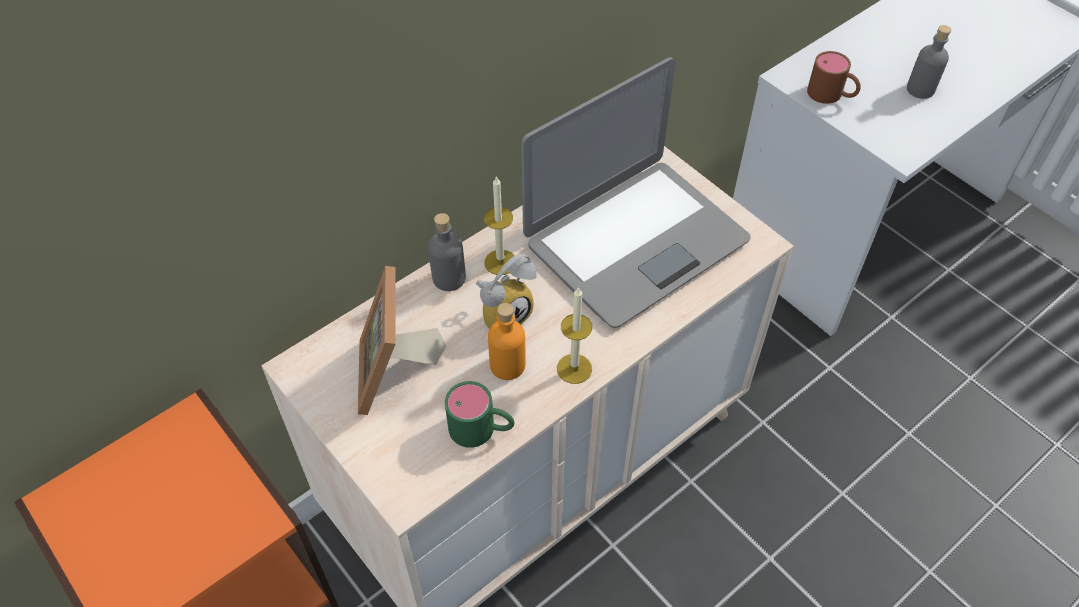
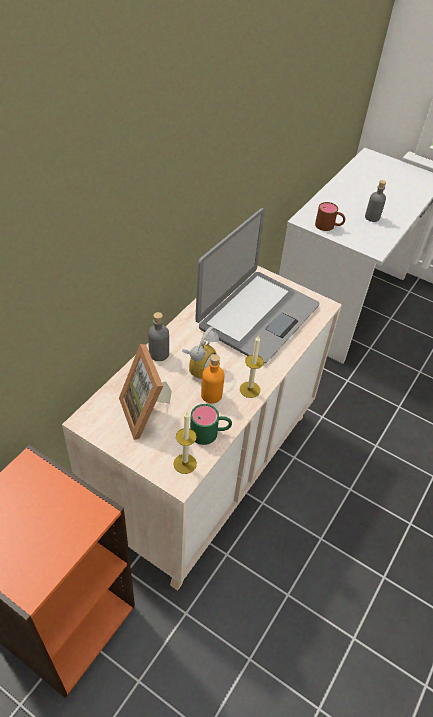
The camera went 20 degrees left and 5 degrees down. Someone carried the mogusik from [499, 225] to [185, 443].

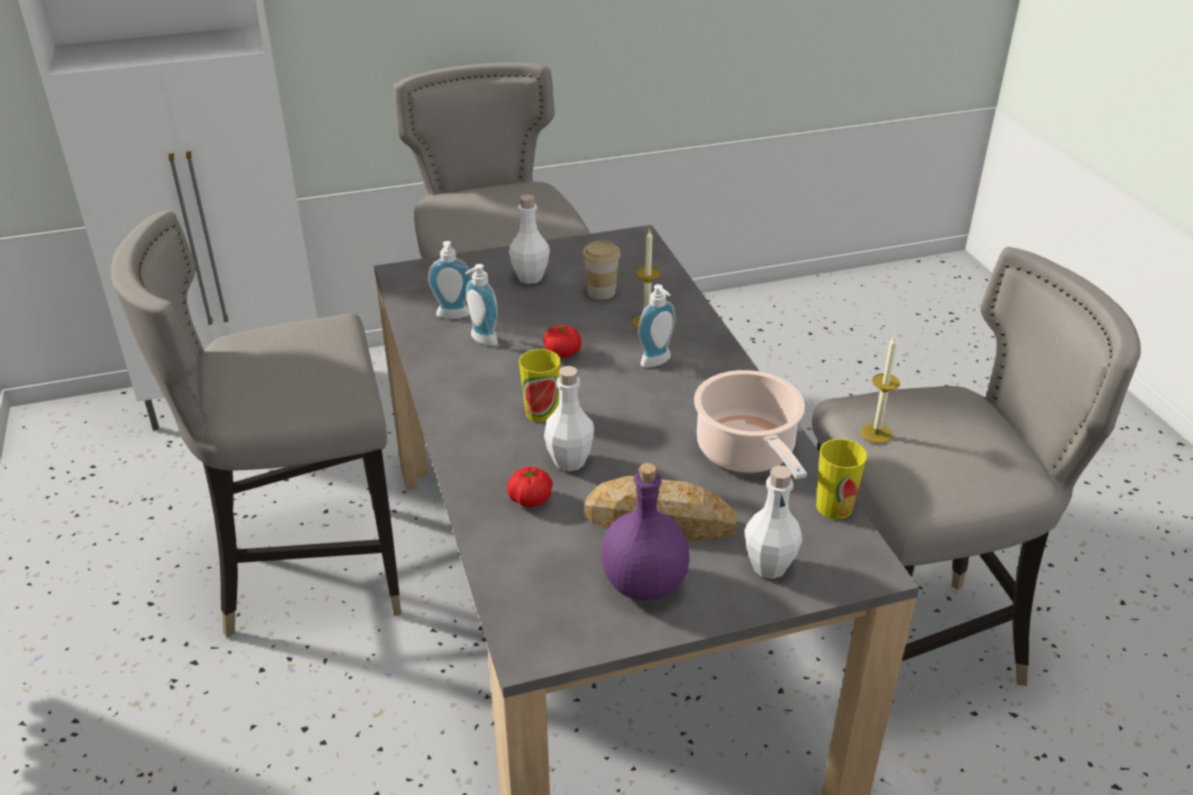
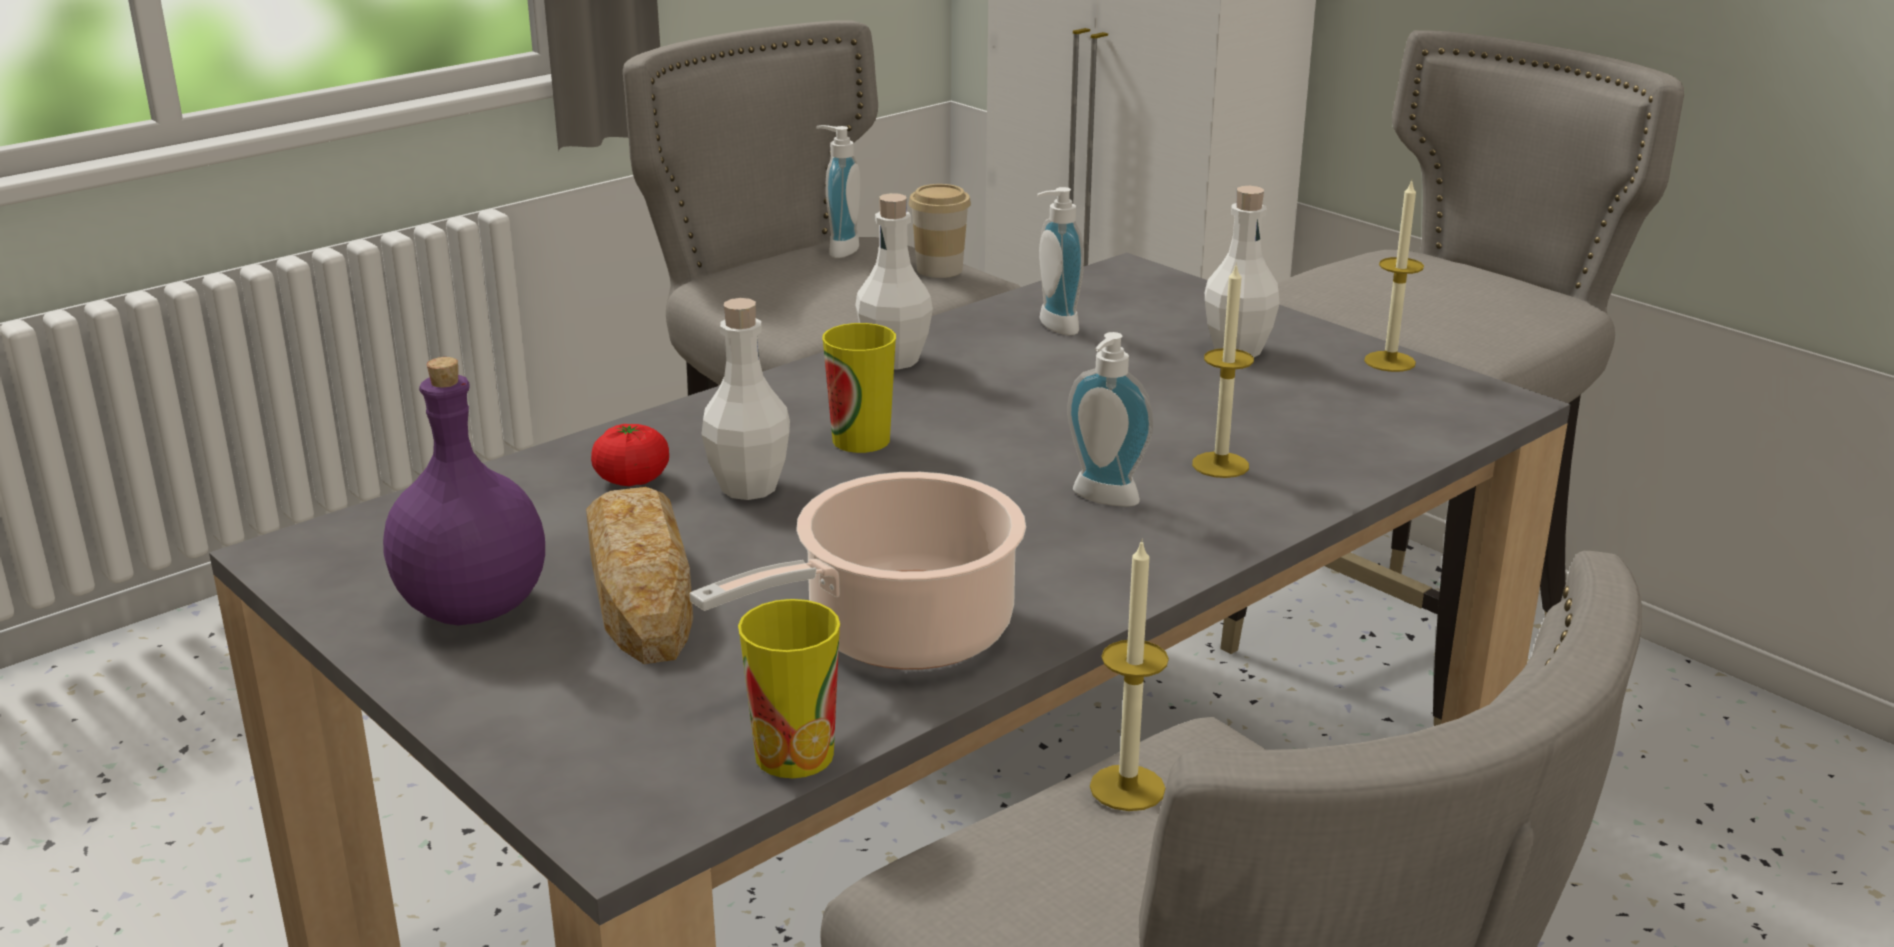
The camera went 65 degrees right and 10 degrees down. Someone carried the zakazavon from [481, 305] to [838, 191]. Someone took away the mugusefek at [562, 341]. Someone carried the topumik from [601, 270] to [940, 231]. Someone carried the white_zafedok from [773, 522] to [894, 281]. Someone put down the mogusik at [1394, 276].

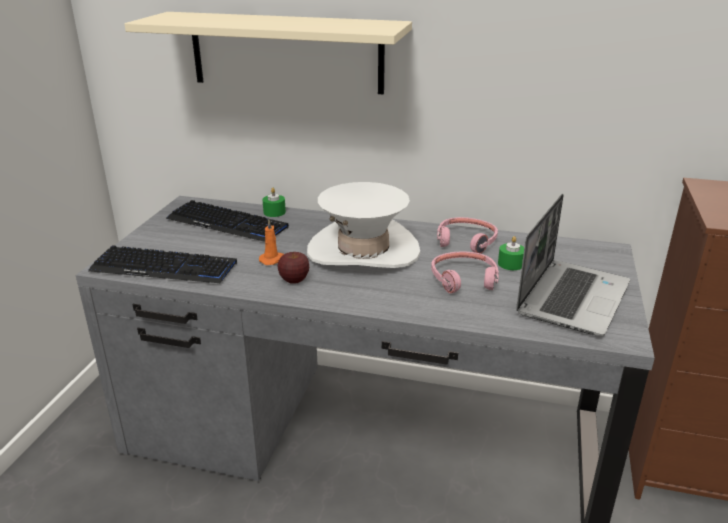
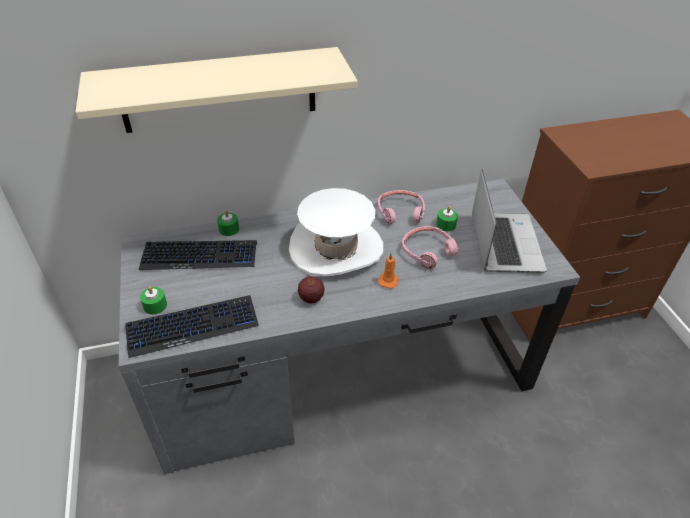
The camera went 30 degrees left and 15 degrees up. Someone carried the orange_mogusik from [271, 242] to [388, 271]. Someone put down the green_mogusik at [153, 300].

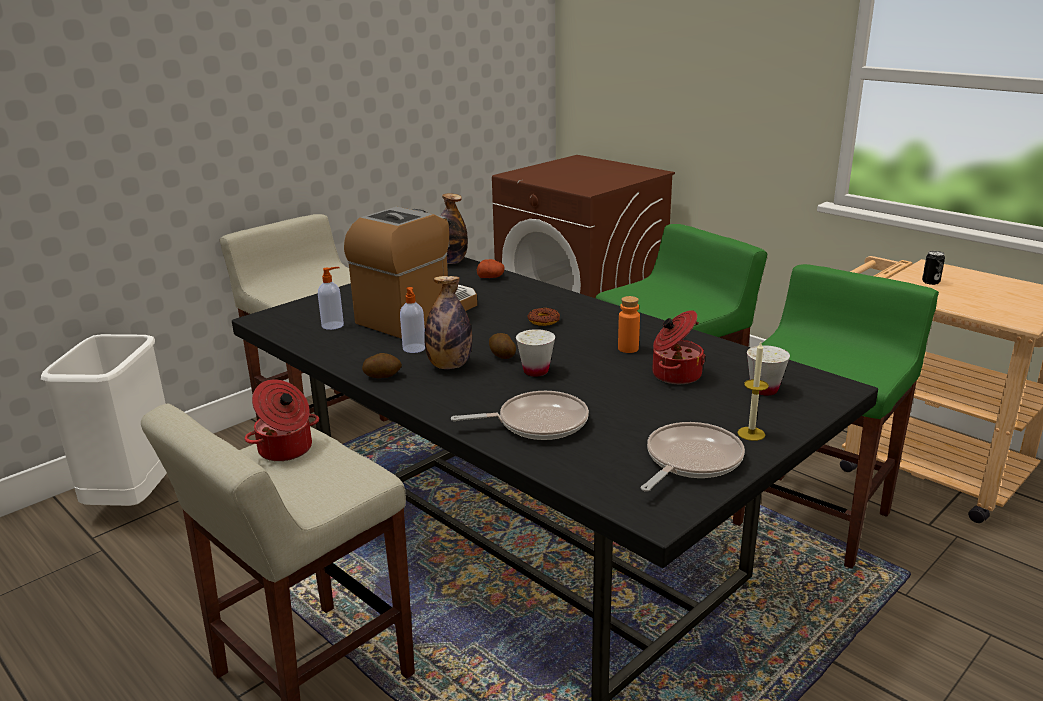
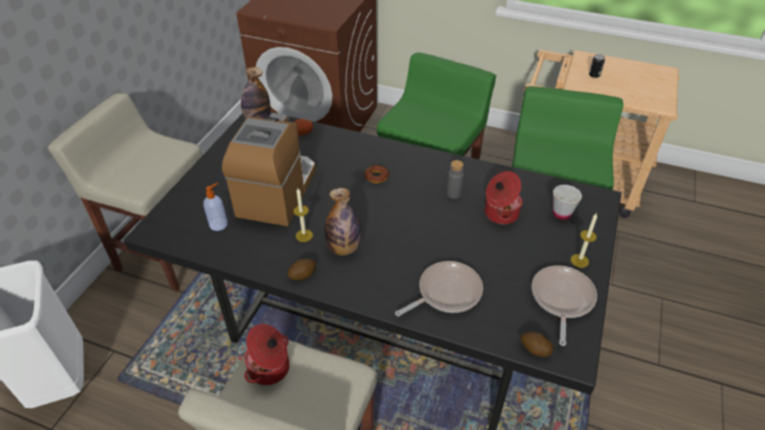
The camera went 25 degrees left and 20 degrees up. Someone swapped the zakazavon at [412, 320] for the mogusik at [303, 215]. Someone carried the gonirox from [502, 346] to [536, 344]. Someone took away the white_topumik at [535, 352]. Someone repainted the orange_zafedok at [629, 324], which became the grey_zafedok at [455, 179].

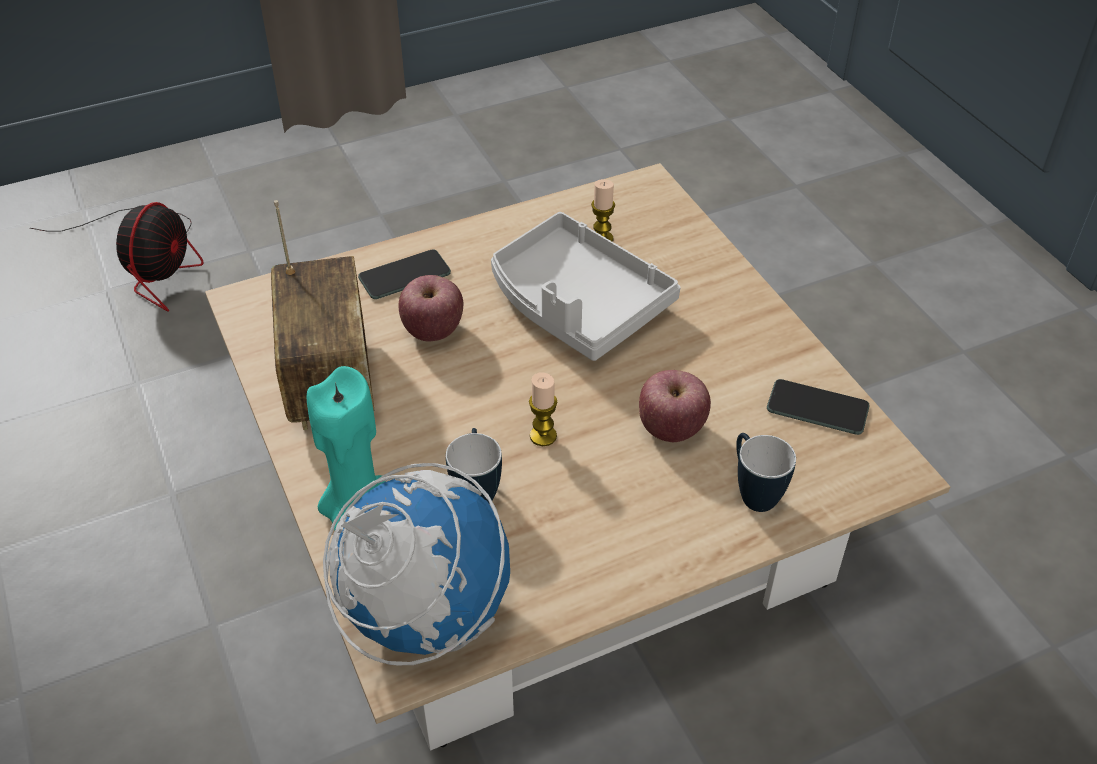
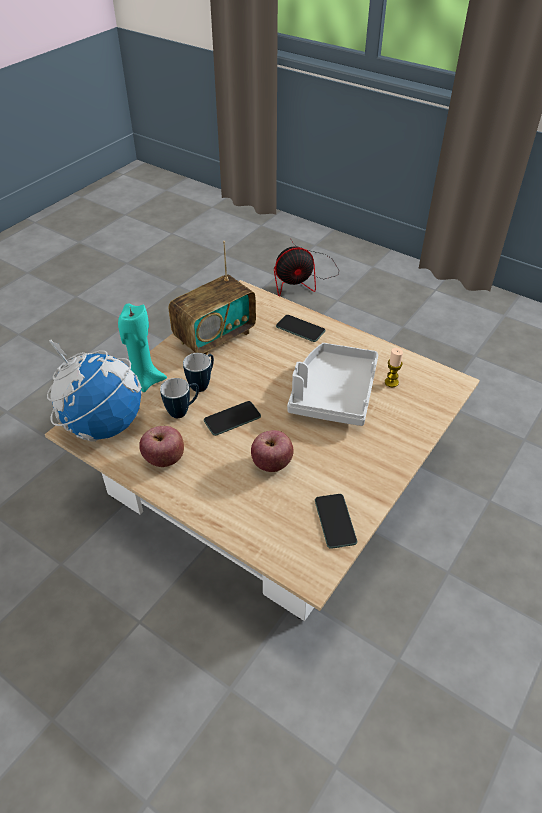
The camera went 60 degrees right and 0 degrees up. Someone carried the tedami from [431, 308] to [161, 446]. Someone swapped the mogusik at [543, 409] for the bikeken at [232, 418]. Someone carried the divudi from [766, 472] to [198, 372].

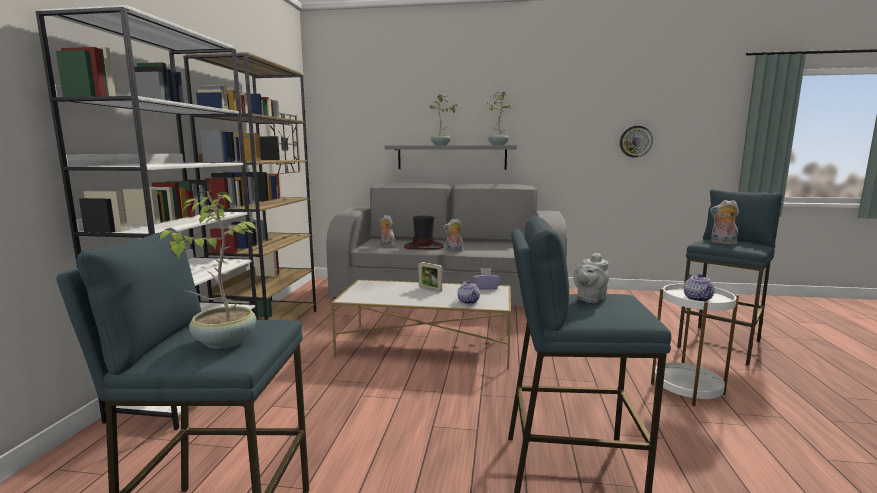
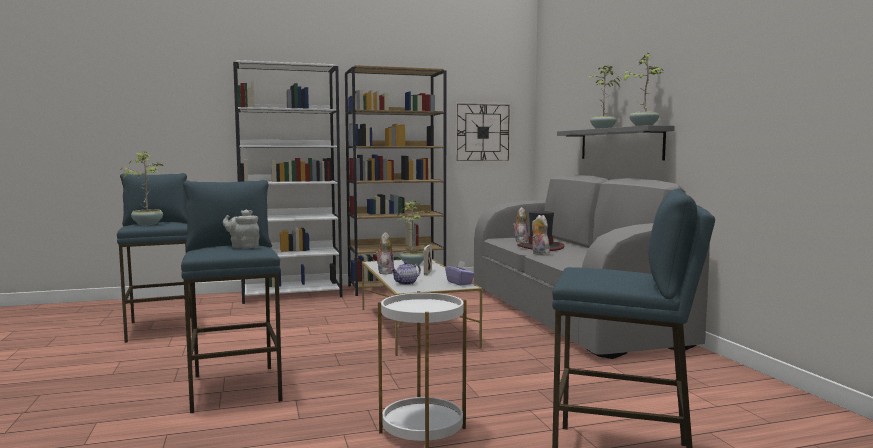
The camera went 65 degrees right and 5 degrees down. Someone took away the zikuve at [636, 142]. Someone took away the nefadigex at [699, 288]. Someone carried the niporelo from [724, 222] to [385, 253]. Someone put down the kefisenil at [413, 233].

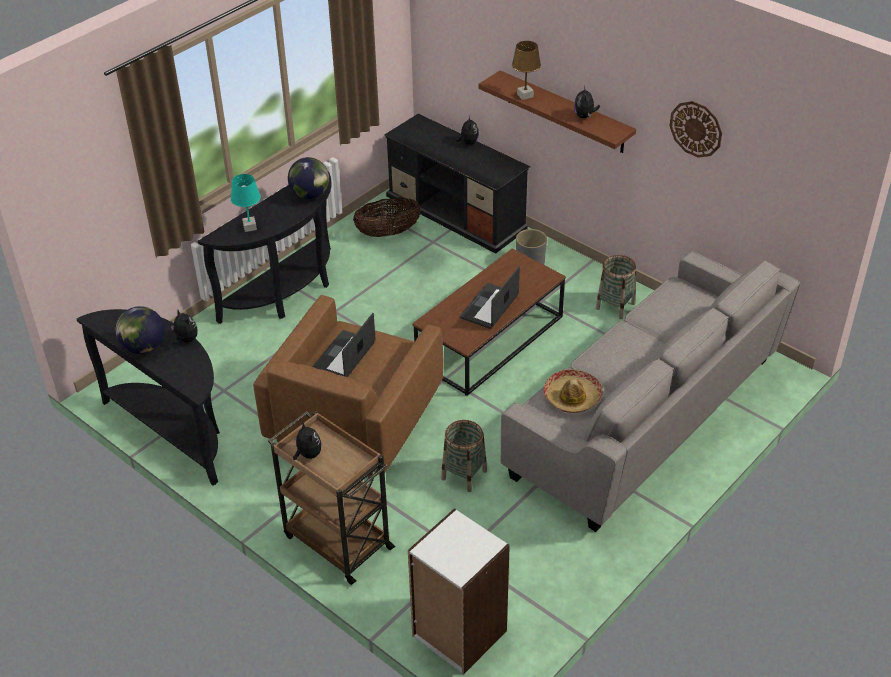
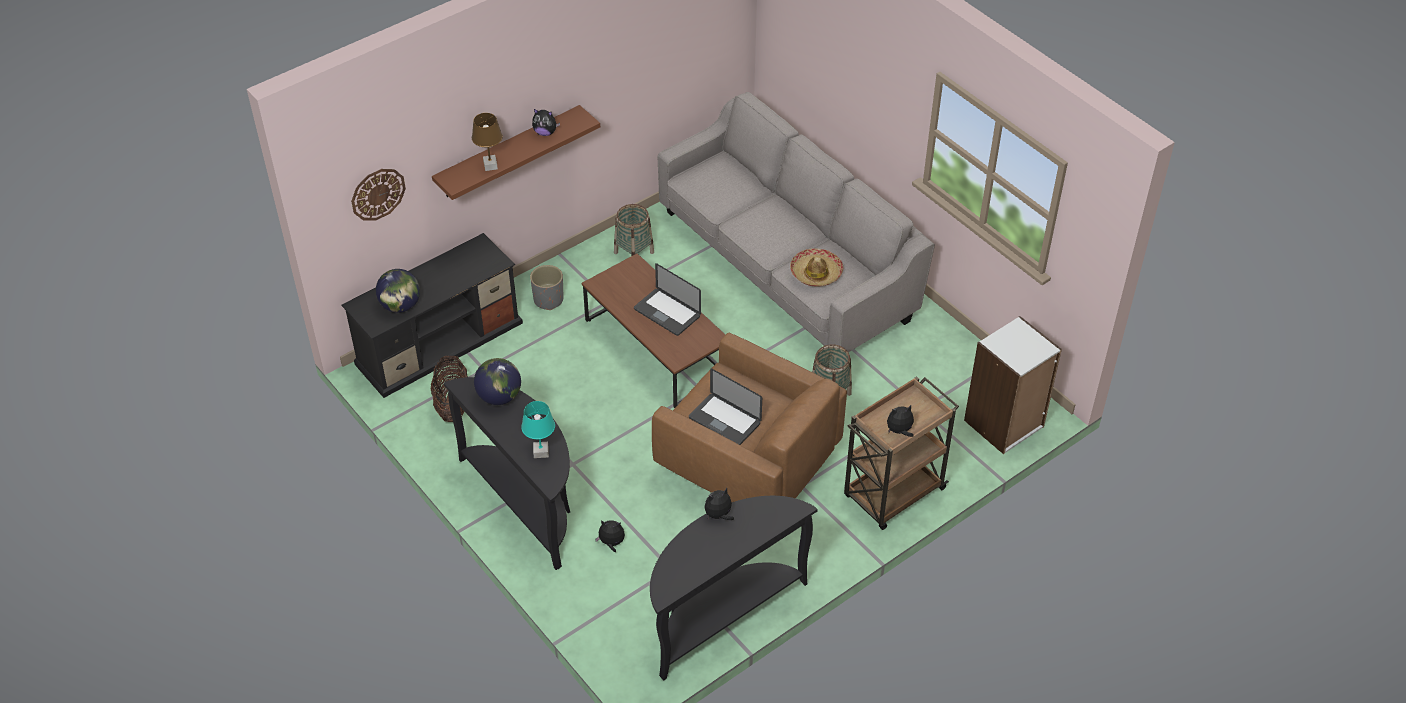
The camera went 80 degrees left and 5 degrees up. Someone carried the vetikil from [140, 330] to [398, 291]. Someone carried the niporelo from [467, 130] to [610, 536]. Someone carried the zikuve from [696, 129] to [378, 194].

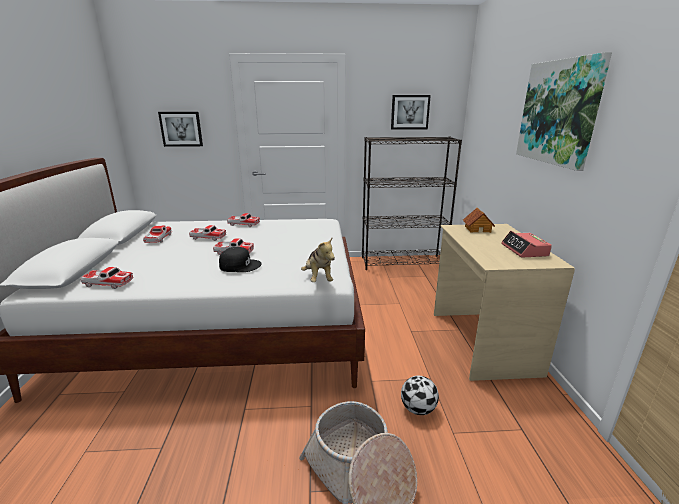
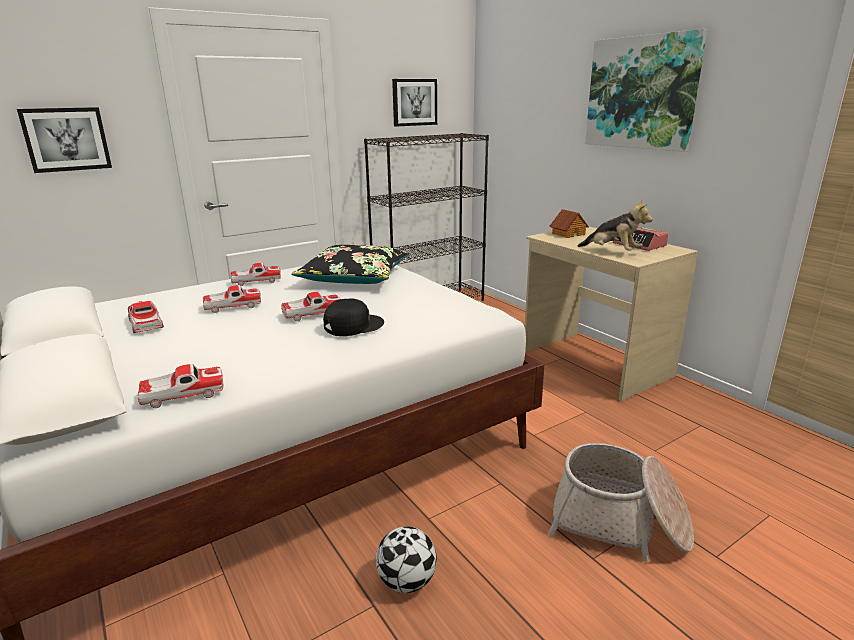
The camera went 30 degrees left and 0 degrees up. Someone carried the niporelo from [318, 260] to [615, 225]. Someone carried the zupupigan from [420, 395] to [406, 559]. Someone put down the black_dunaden at [350, 264].

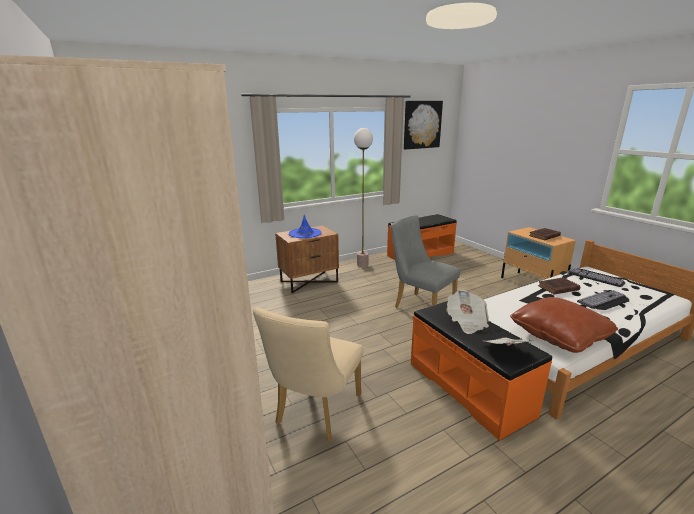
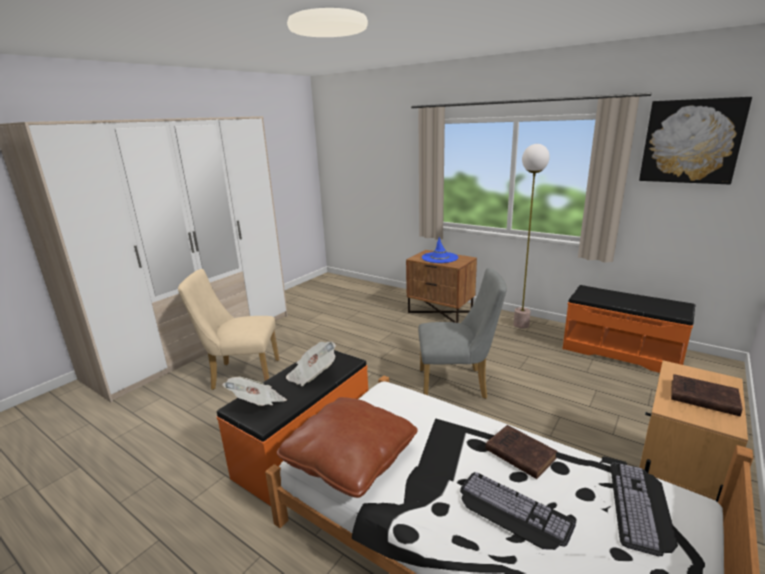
The camera went 65 degrees right and 0 degrees up. Someone rotated the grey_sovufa at [425, 261] by 75 degrees clockwise.

